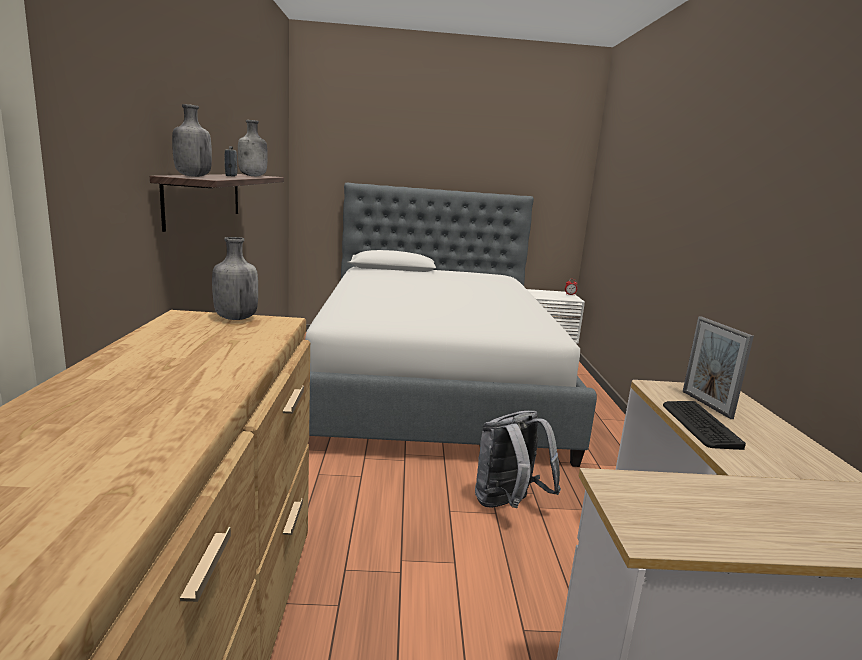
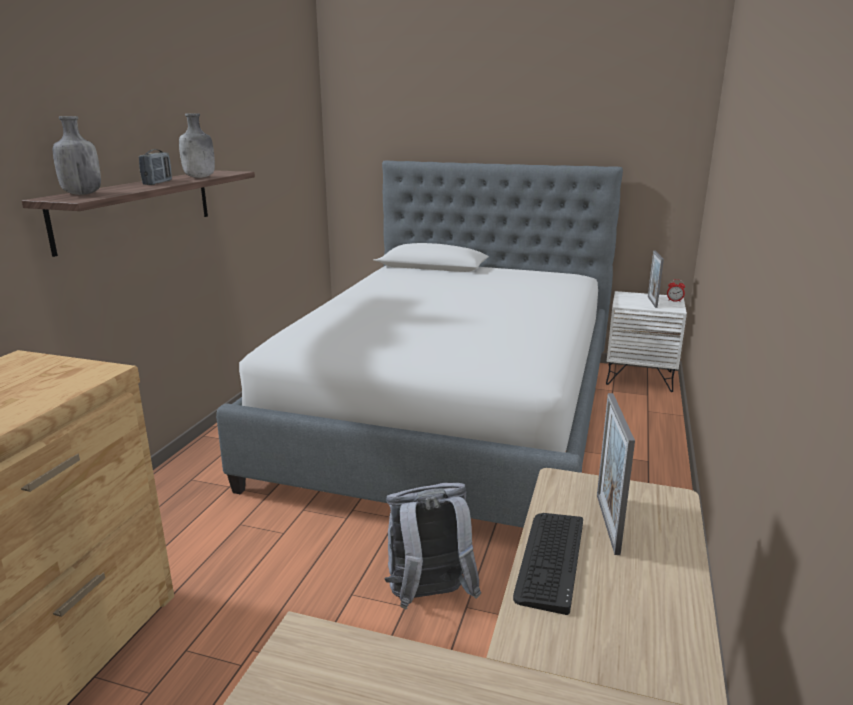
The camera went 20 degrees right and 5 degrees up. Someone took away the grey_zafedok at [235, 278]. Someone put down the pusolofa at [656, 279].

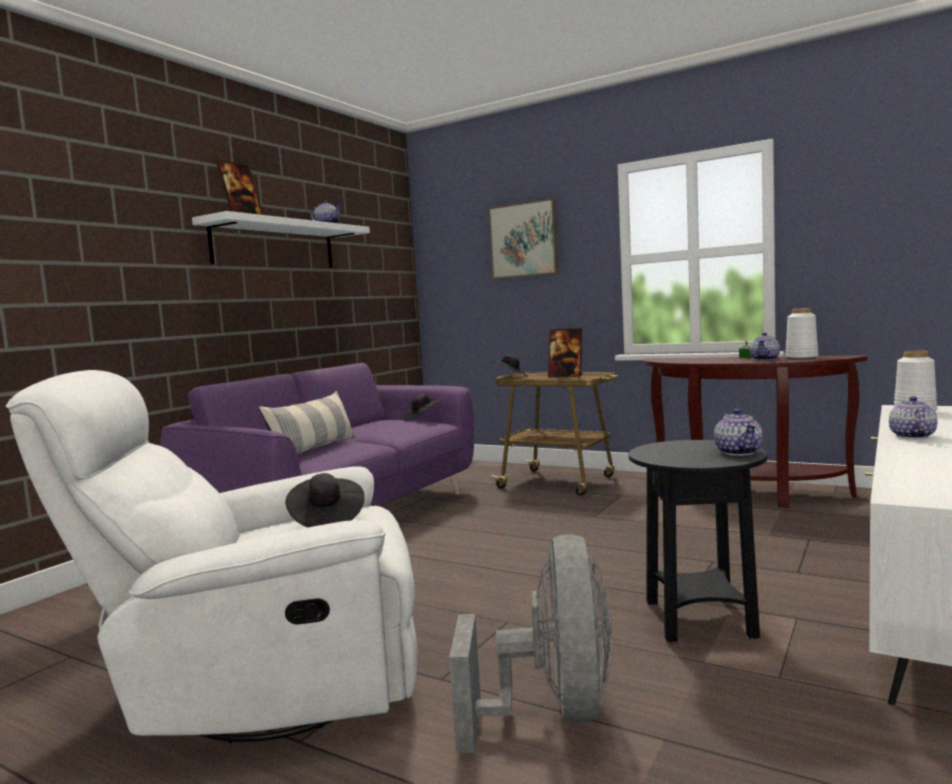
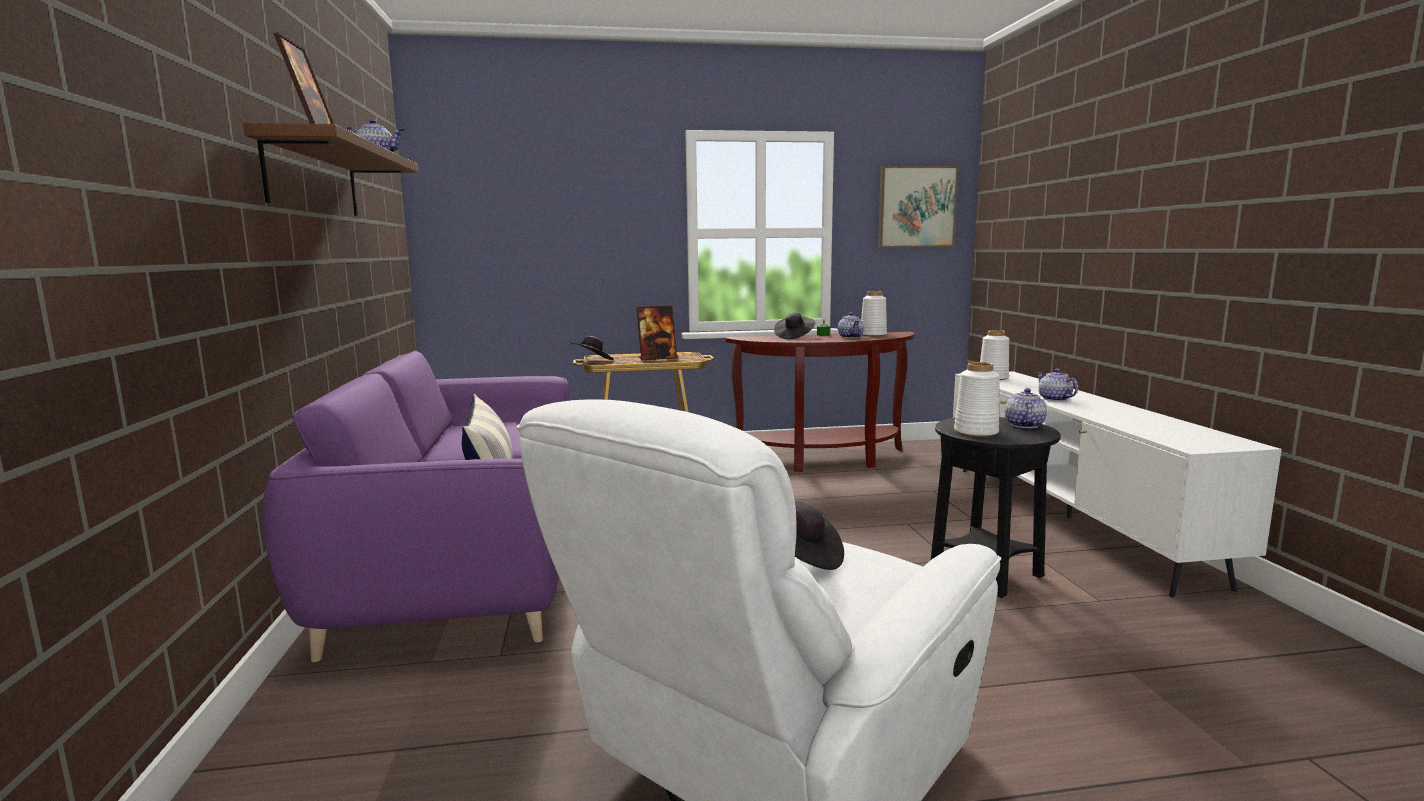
The camera went 40 degrees left and 5 degrees up. Someone repainted the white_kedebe at [281, 239], which became the brown_kedebe at [331, 169]. Someone carried the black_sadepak from [423, 407] to [794, 325]. Someone took away the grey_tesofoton at [530, 643]. Someone carried the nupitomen from [523, 238] to [918, 207]. Someone rotated the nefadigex at [738, 432] by 120 degrees counterclockwise. Someone put down the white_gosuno at [976, 399].

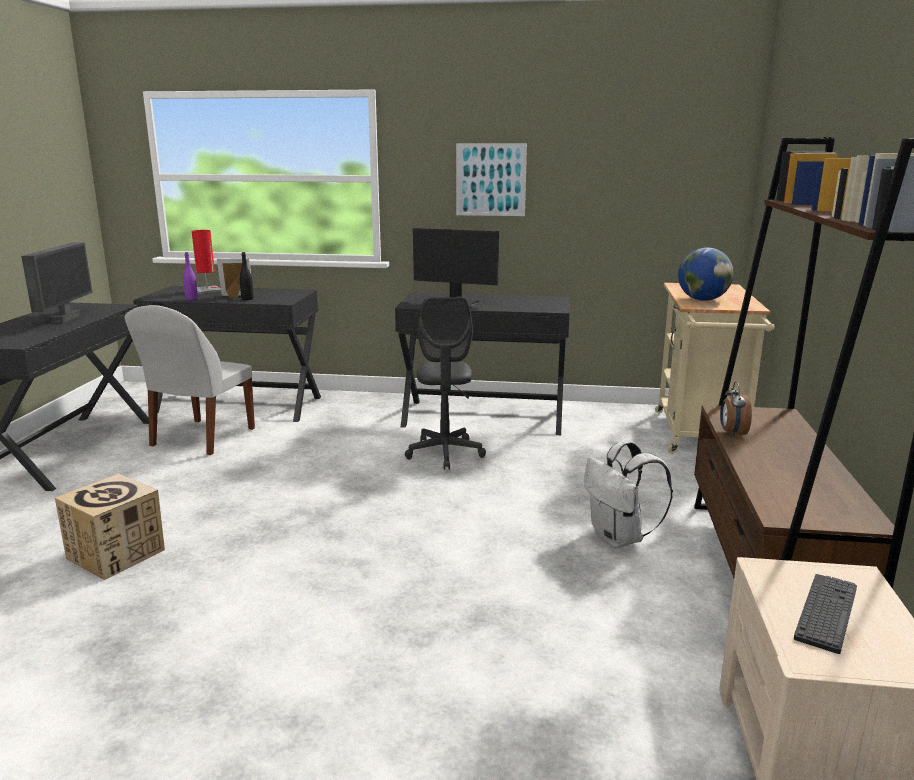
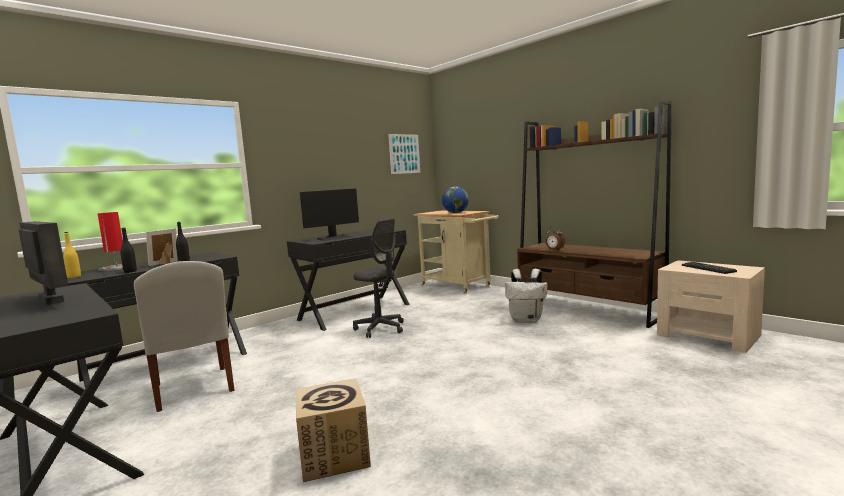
The camera went 50 degrees left and 10 degrees down. Someone repainted the purple_zafedok at [190, 276], which became the black_zafedok at [128, 250]. Someone carried the nupitomen from [491, 179] to [404, 154]. Someone put down the yellow_zafedok at [72, 255].

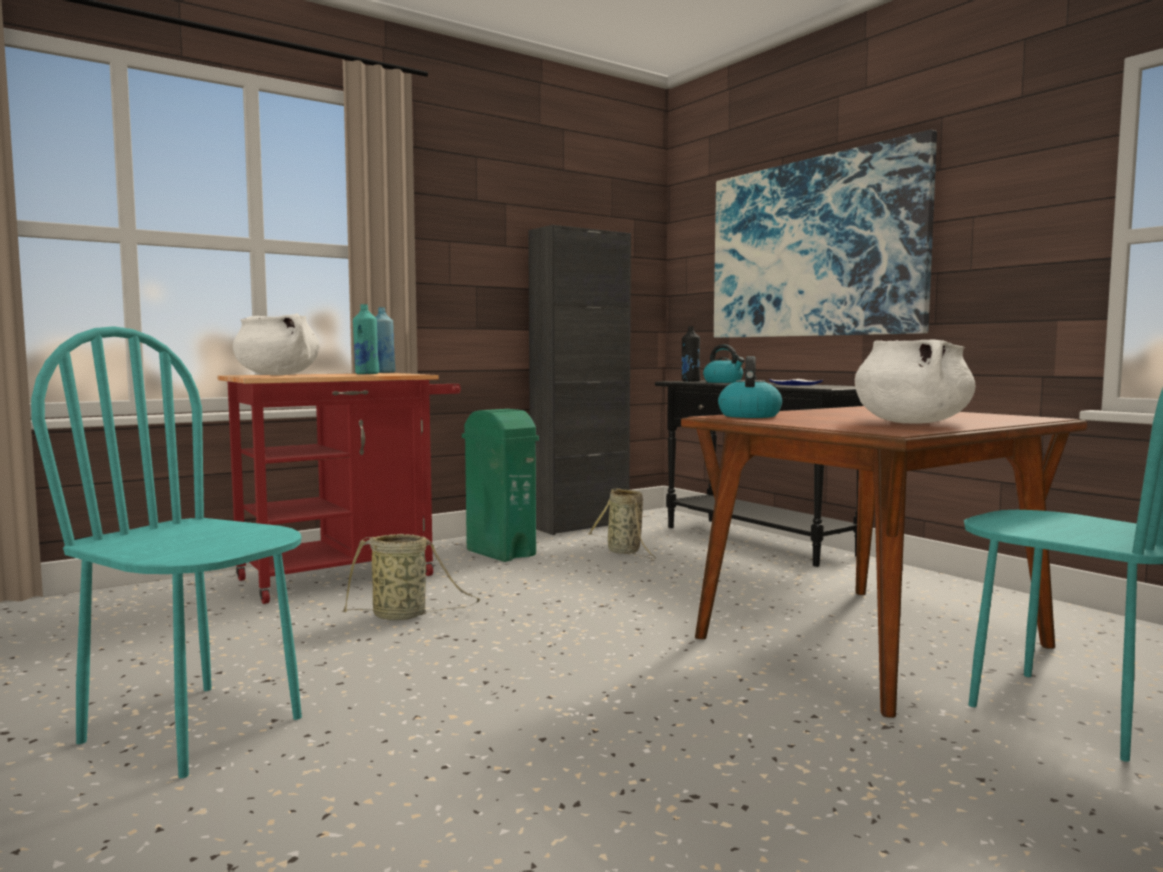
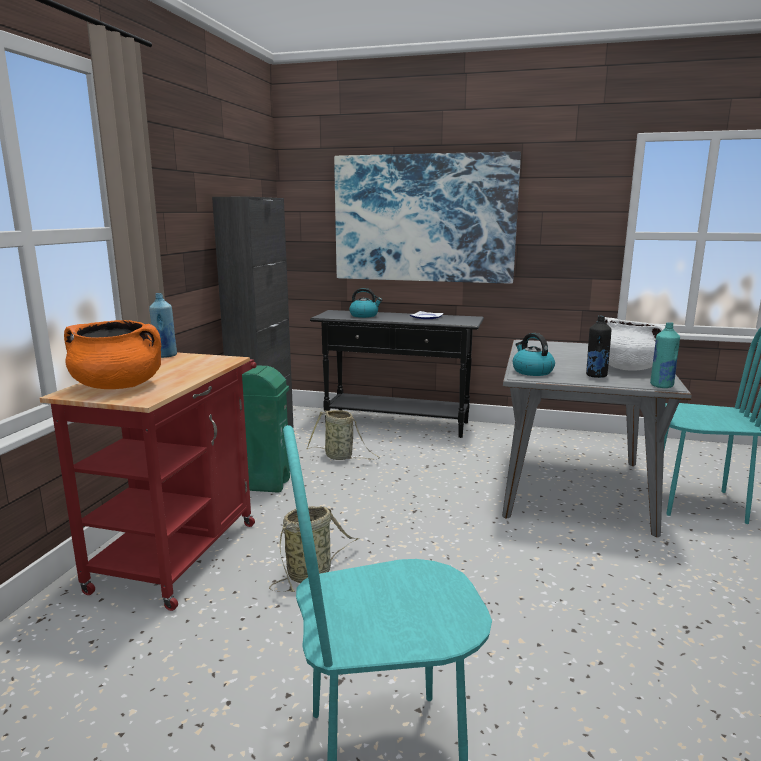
The camera went 40 degrees left and 10 degrees up. Someone repainted the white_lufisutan at [276, 344], which became the orange_lufisutan at [112, 354]. Someone carried the turquoise_zafedok from [366, 339] to [665, 355]. Someone repainted the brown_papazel at [884, 562], which became the grey_papazel at [597, 438]. Someone carried the black_zafedok from [691, 354] to [598, 346].

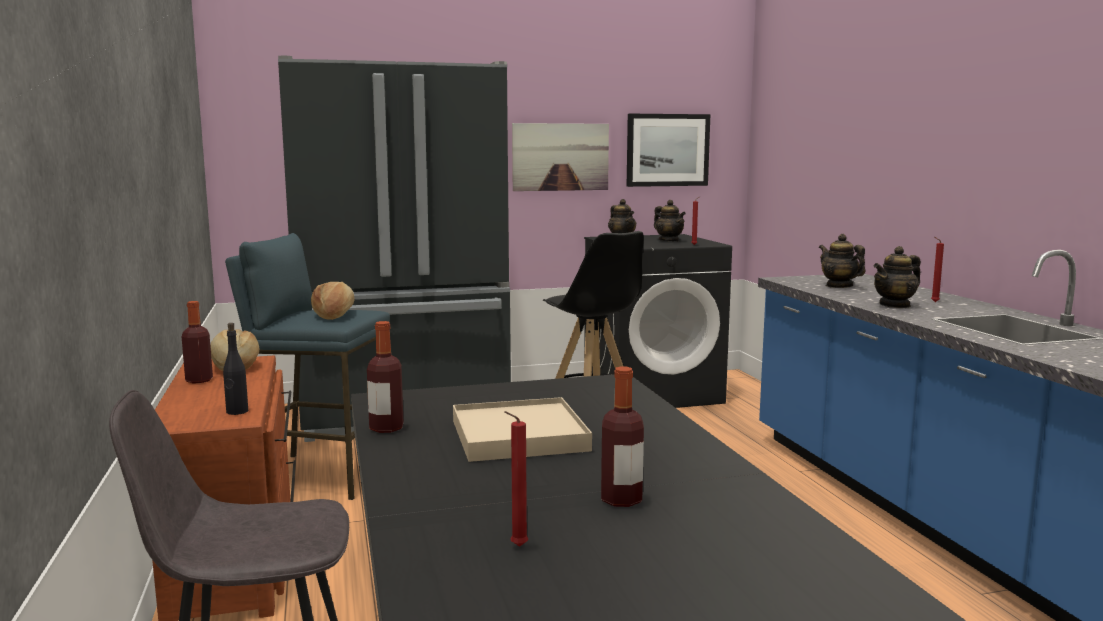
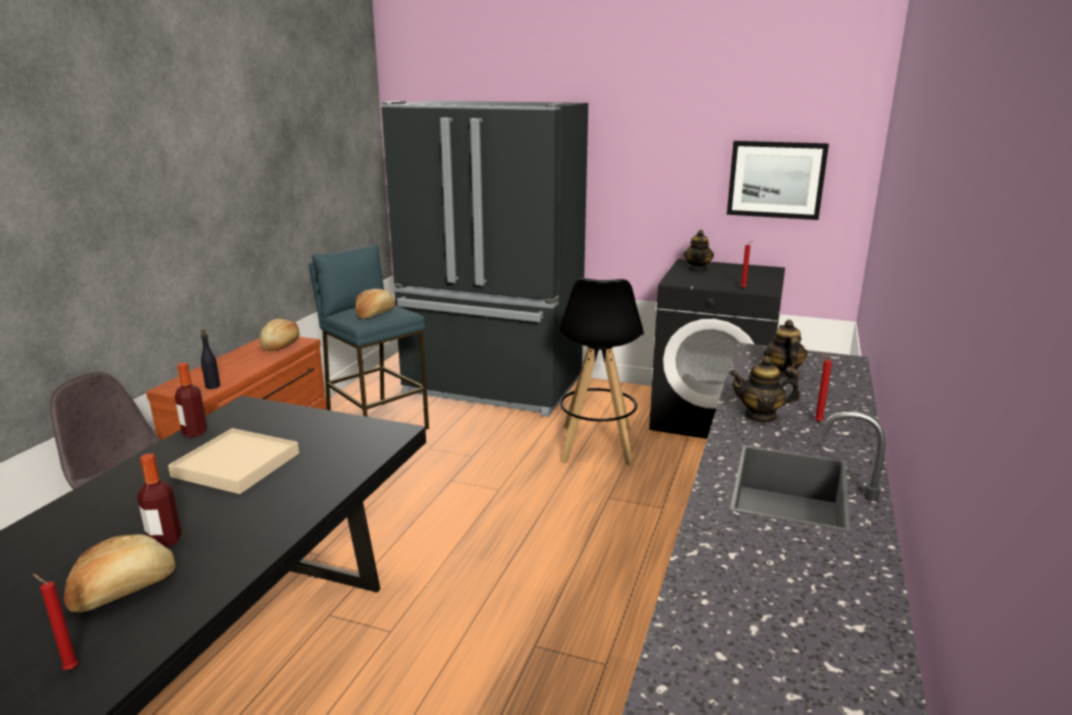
The camera went 35 degrees right and 10 degrees up. Someone took away the zafedok at [197, 342]. Someone carried the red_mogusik from [516, 479] to [55, 622]. Someone took away the nupitomen at [560, 157]. Someone took away the nefadigex at [670, 221]. Someone put down the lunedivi at [120, 573].

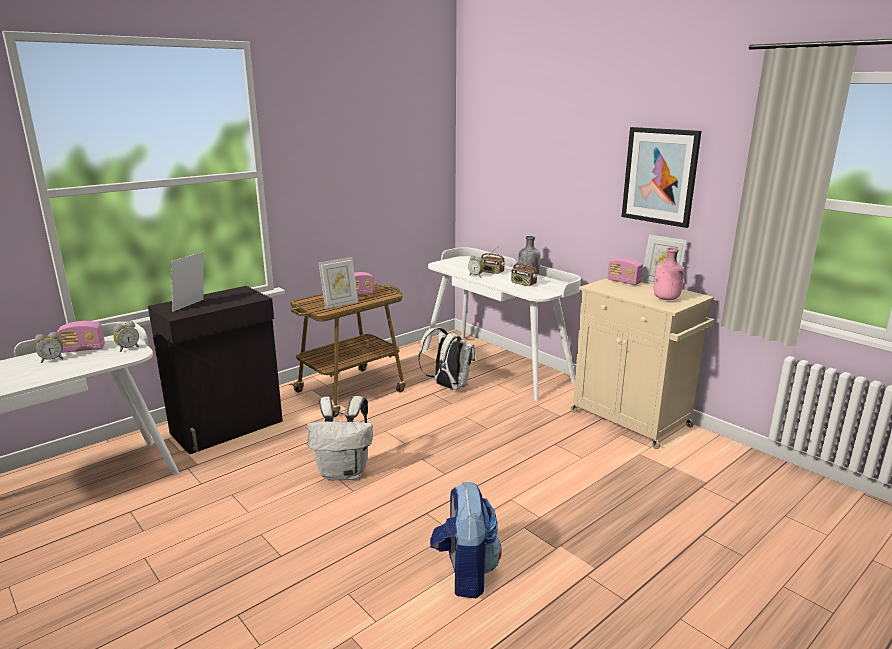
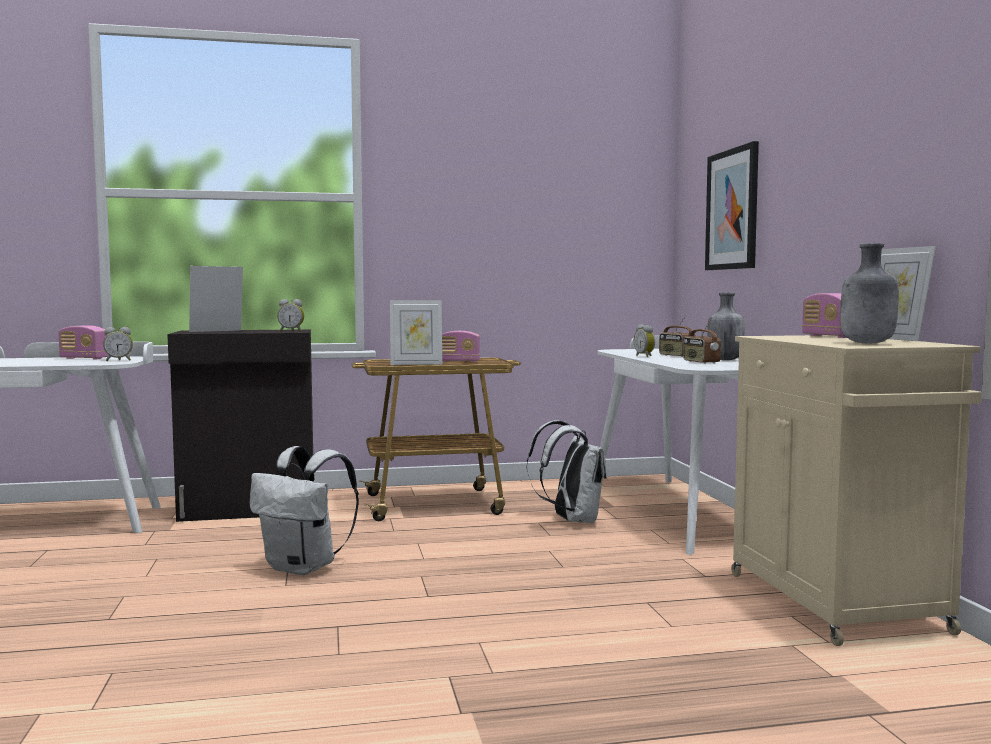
The camera went 30 degrees right and 15 degrees down. Someone carried the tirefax from [49, 347] to [290, 315]. Someone took away the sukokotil at [466, 540]. Someone carried the nupitomen from [661, 177] to [732, 205]. Someone repainted the pink_zafedok at [669, 274], which became the grey_zafedok at [870, 293].

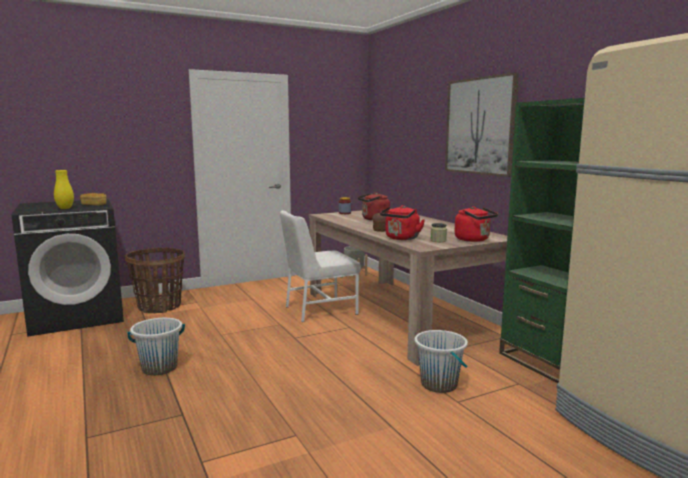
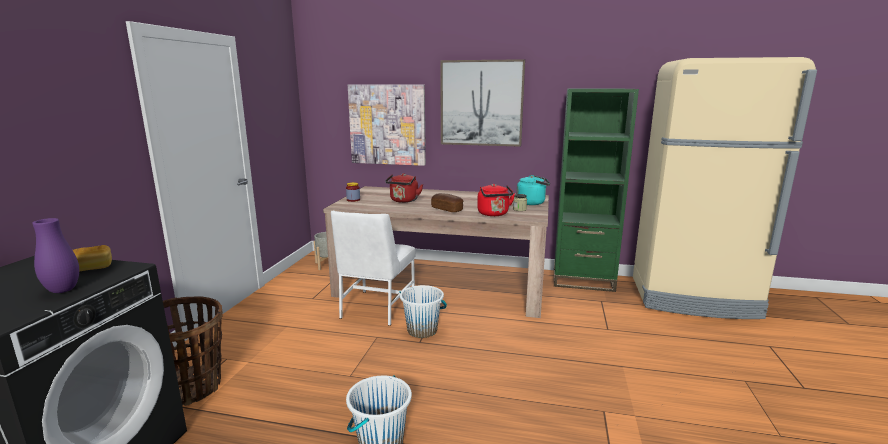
The camera went 50 degrees left and 5 degrees up. Someone repainted the yellow_gosuno at [64, 189], which became the purple_gosuno at [55, 255]. Someone carried the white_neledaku from [441, 361] to [423, 311]. Someone repainted the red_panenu at [476, 224], which became the turquoise_panenu at [533, 190]. Someone put up the nupitomen at [387, 125].

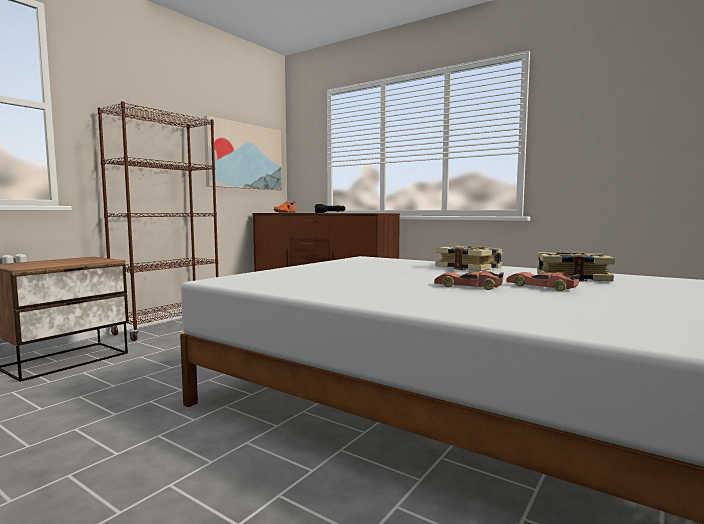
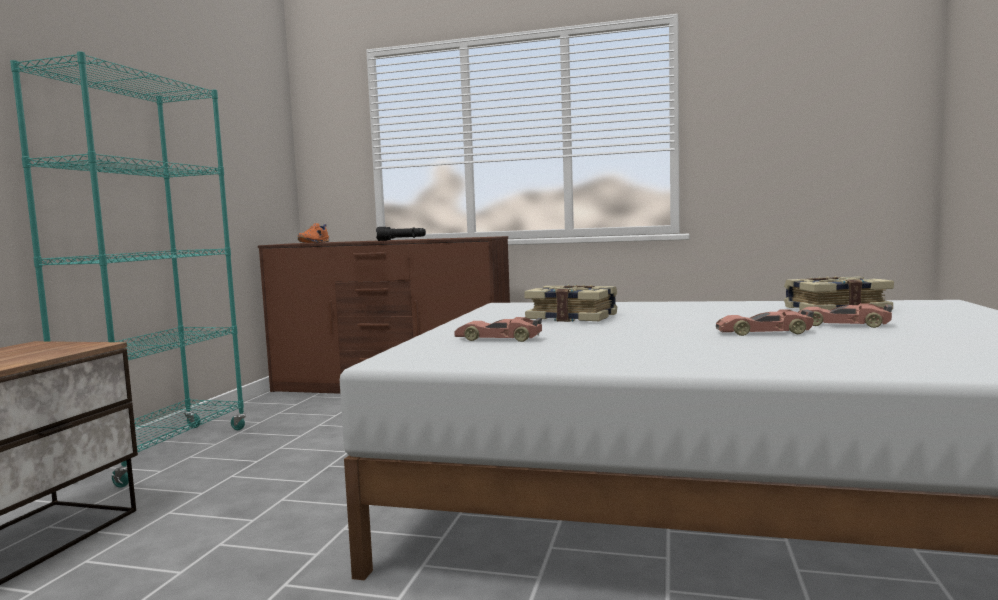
The camera went 20 degrees left and 0 degrees up. Someone repainted the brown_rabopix at [158, 221], which became the turquoise_rabopix at [128, 269]. Someone took away the nupitomen at [243, 153]. Someone carried the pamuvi from [469, 258] to [571, 303]. Someone put down the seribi at [498, 329].

